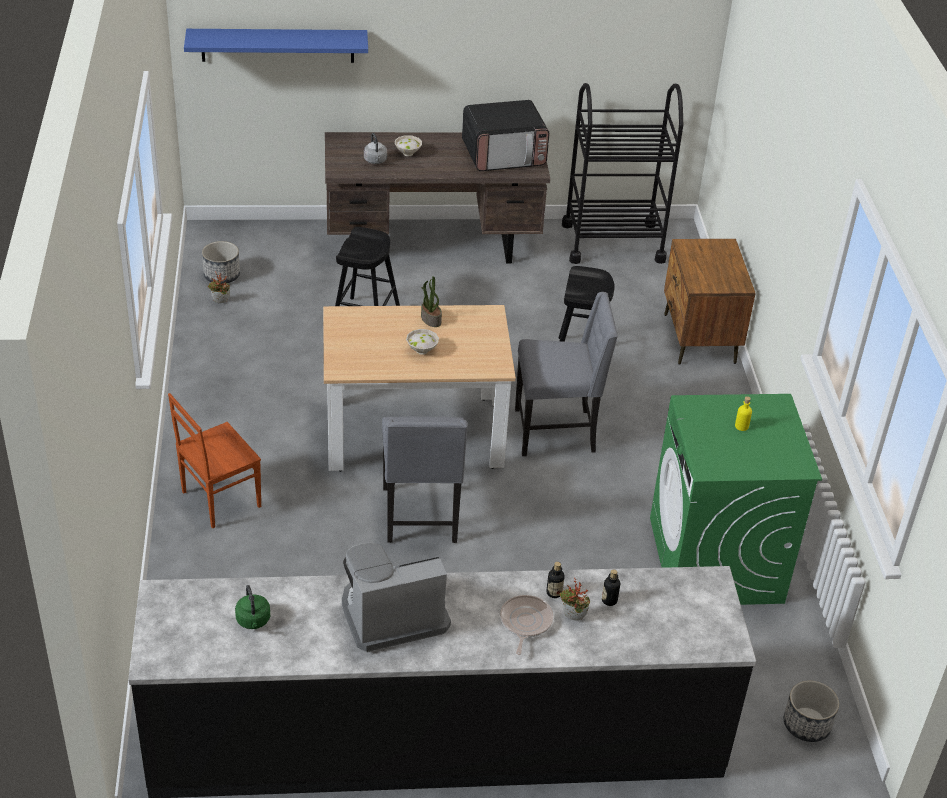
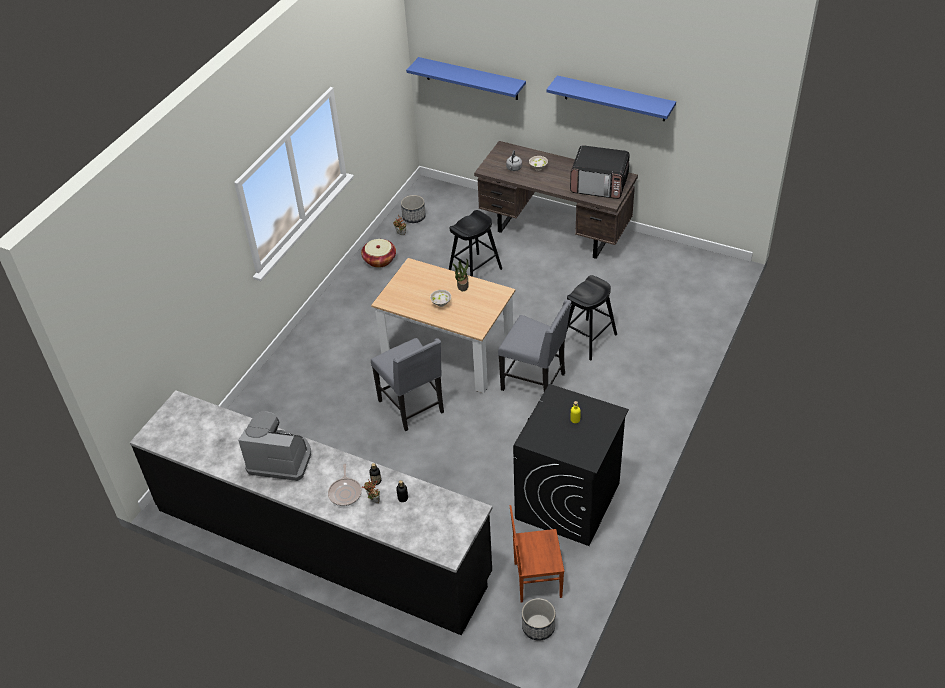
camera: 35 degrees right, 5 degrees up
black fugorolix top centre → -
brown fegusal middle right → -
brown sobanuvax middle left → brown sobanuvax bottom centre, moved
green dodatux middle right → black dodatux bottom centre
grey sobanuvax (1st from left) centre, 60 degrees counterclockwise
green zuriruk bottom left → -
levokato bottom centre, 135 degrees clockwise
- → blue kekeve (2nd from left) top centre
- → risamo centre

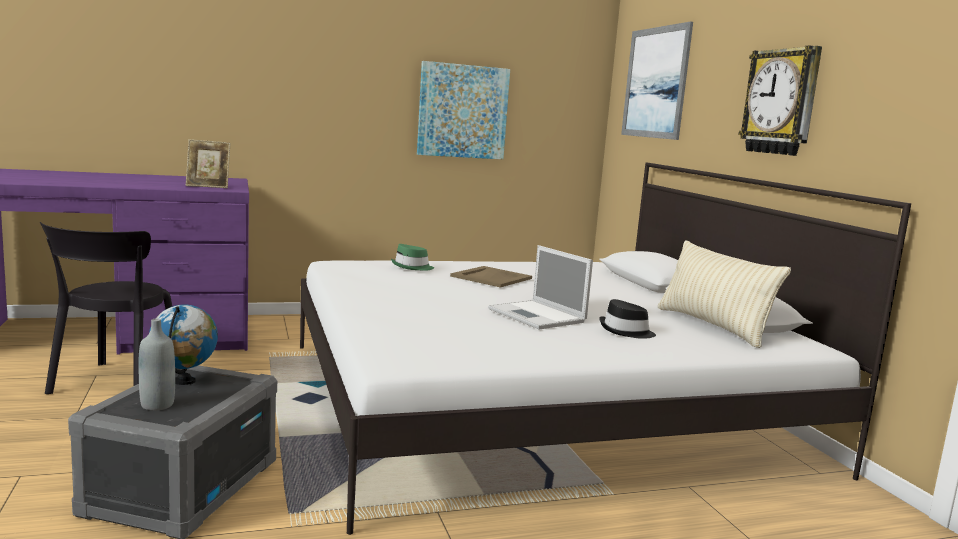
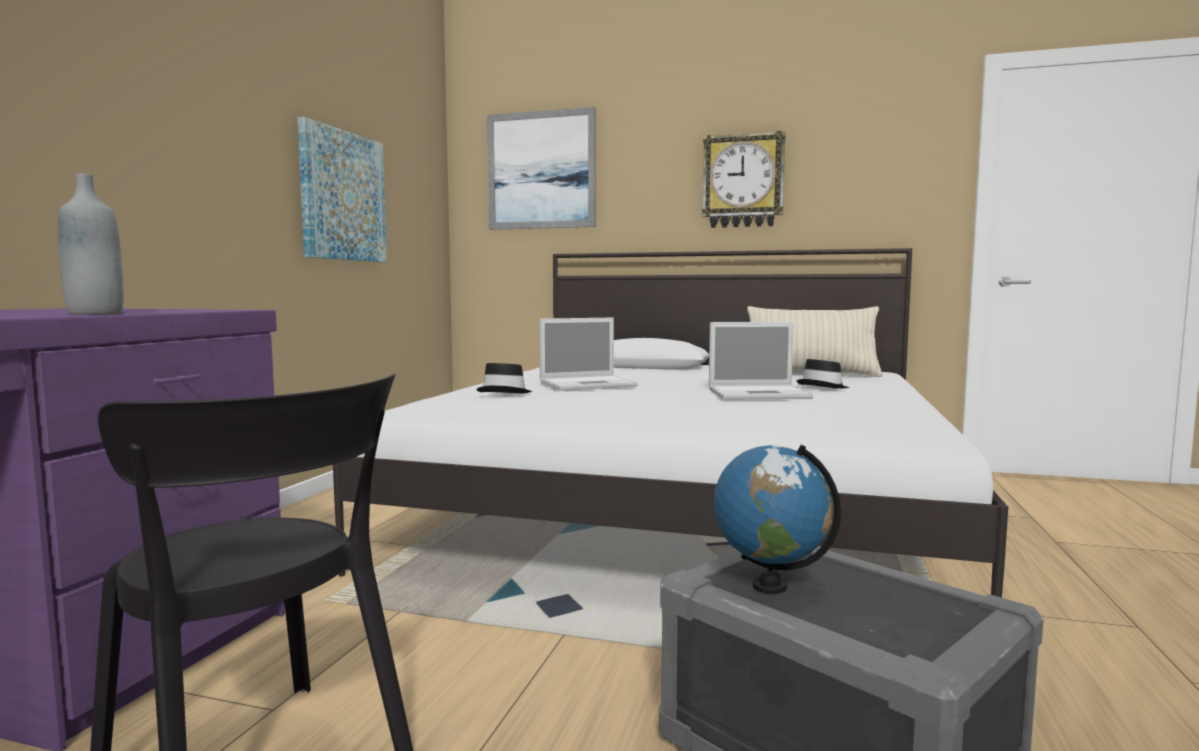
camera: 55 degrees left, 5 degrees down
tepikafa top left → -
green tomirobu centre → black tomirobu (1st from left) centre
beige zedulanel centre → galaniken (1st from left) centre
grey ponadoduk bottom left → grey ponadoduk top left, moved

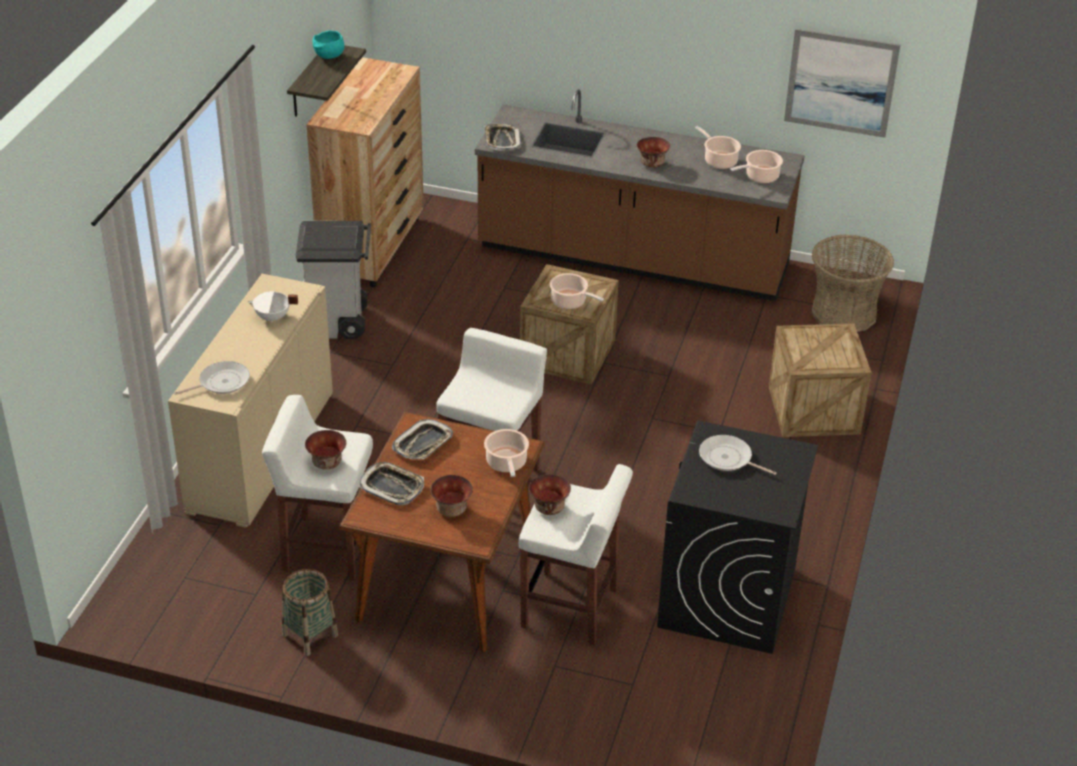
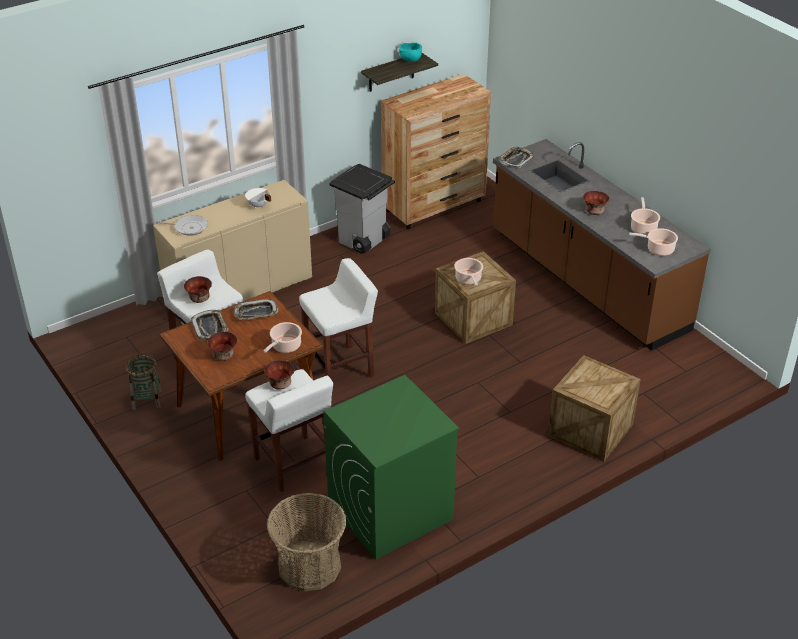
camera: 40 degrees right, 0 degrees up
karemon top right → -
risamo (2nd from left) middle right → risamo (2nd from left) bottom centre, moved
black dodatux bottom right → green dodatux bottom centre
levokato (2nd from left) middle right → -

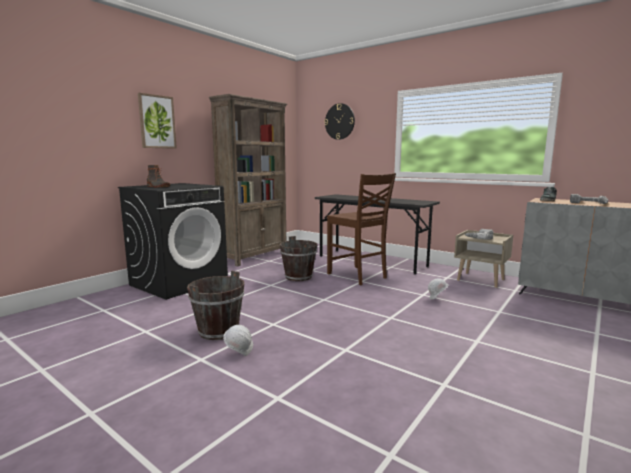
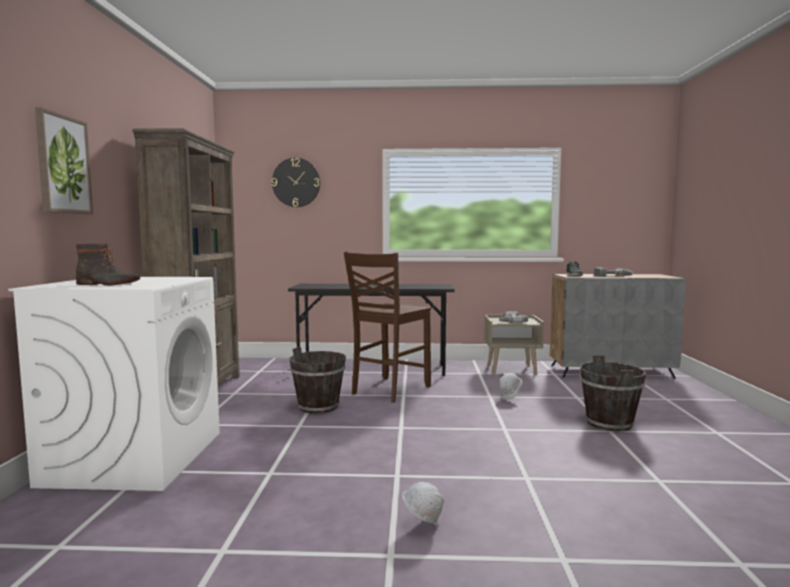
camera: 35 degrees left, 5 degrees down
brown sobanuvax centre, 105 degrees clockwise
black dodatux middle left → white dodatux middle left
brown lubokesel (1st from left in the first image) centre → brown lubokesel (2nd from left) bottom right, moved

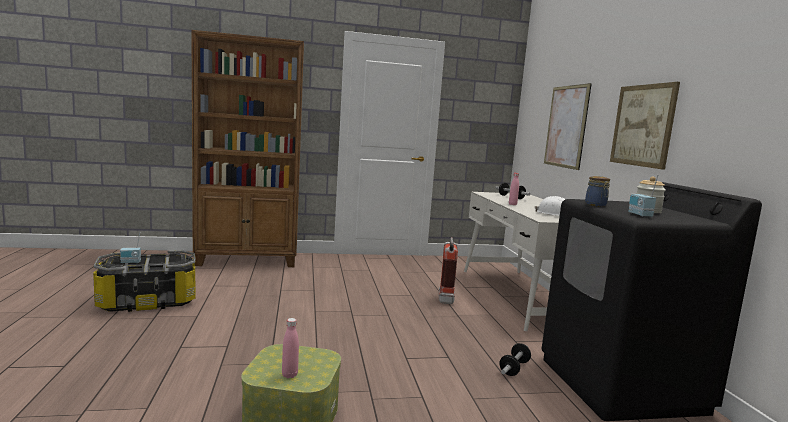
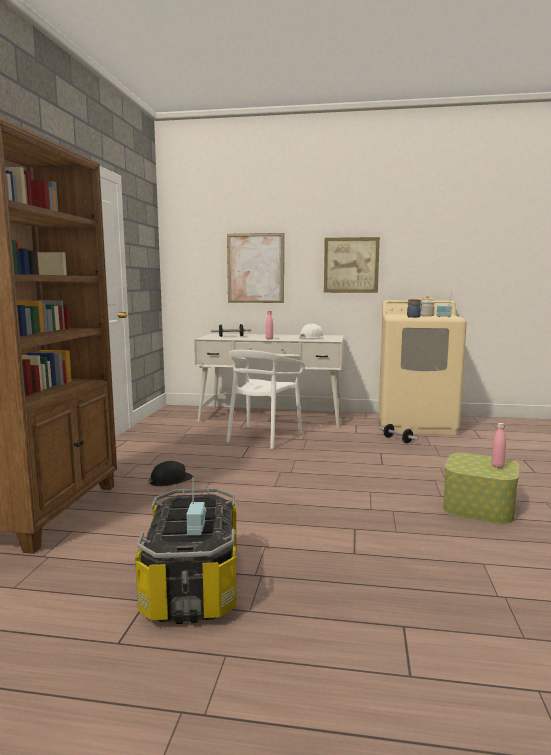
camera: 70 degrees left, 0 degrees up
black dodatux bottom right → beige dodatux middle right
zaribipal centre → white sobanuvax centre
- → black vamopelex middle left

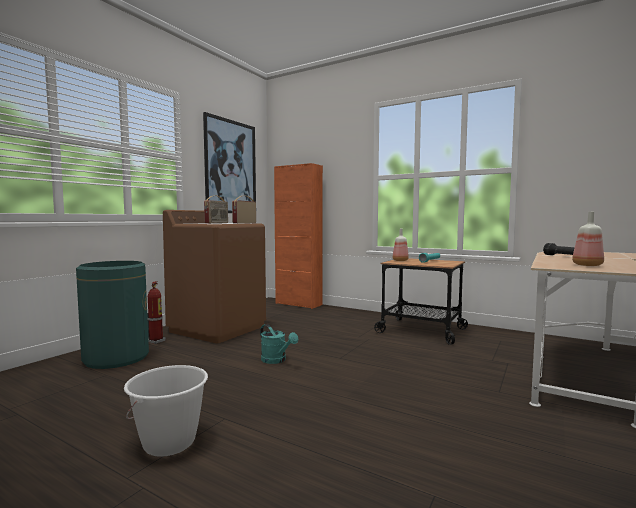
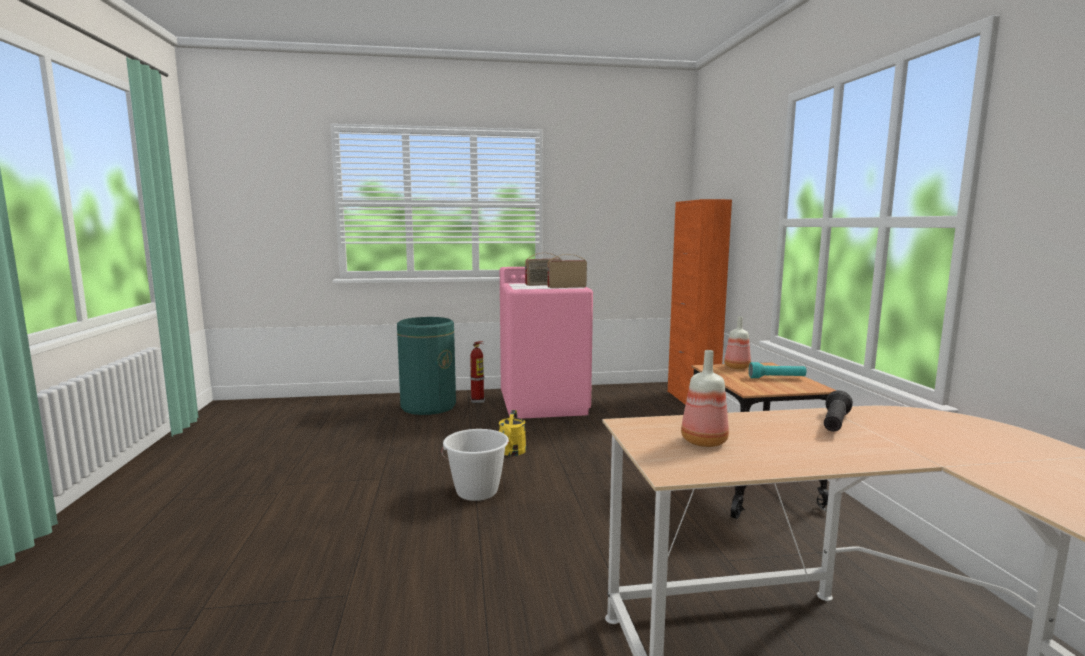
camera: 50 degrees right, 5 degrees up
karemon top centre → -
brown dodatux centre → pink dodatux centre
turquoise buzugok bottom centre → yellow buzugok centre
white lubokesel bottom left → white lubokesel bottom centre, moved

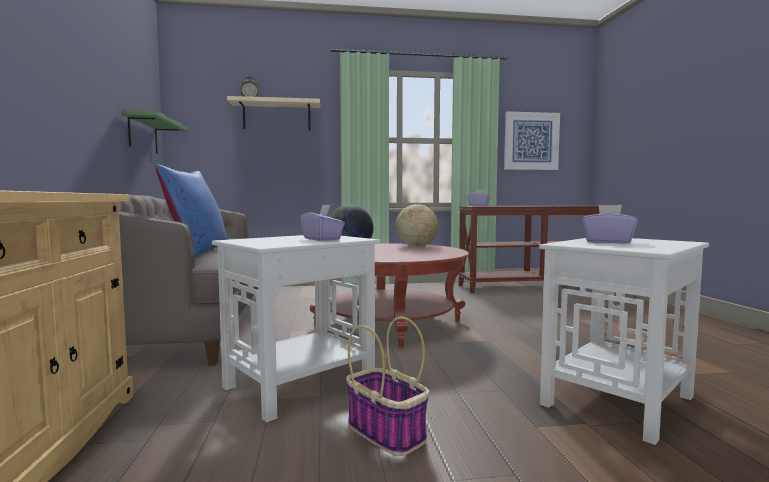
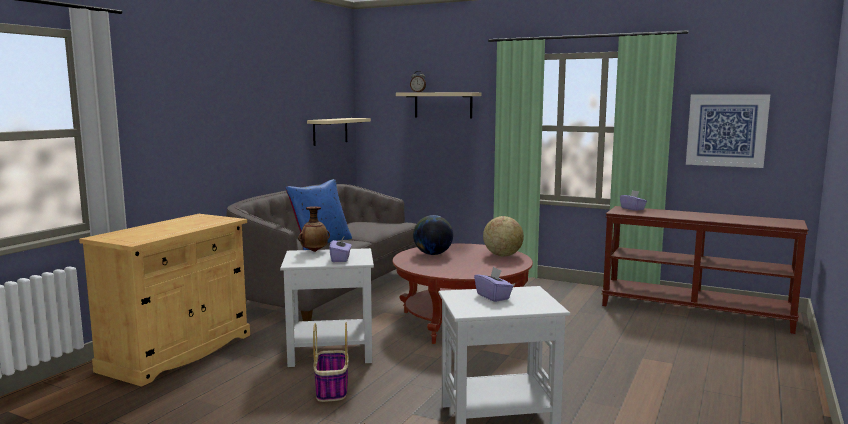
camera: 35 degrees right, 5 degrees up
green kekeve top left → beige kekeve (1st from left) top centre
- → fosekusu centre

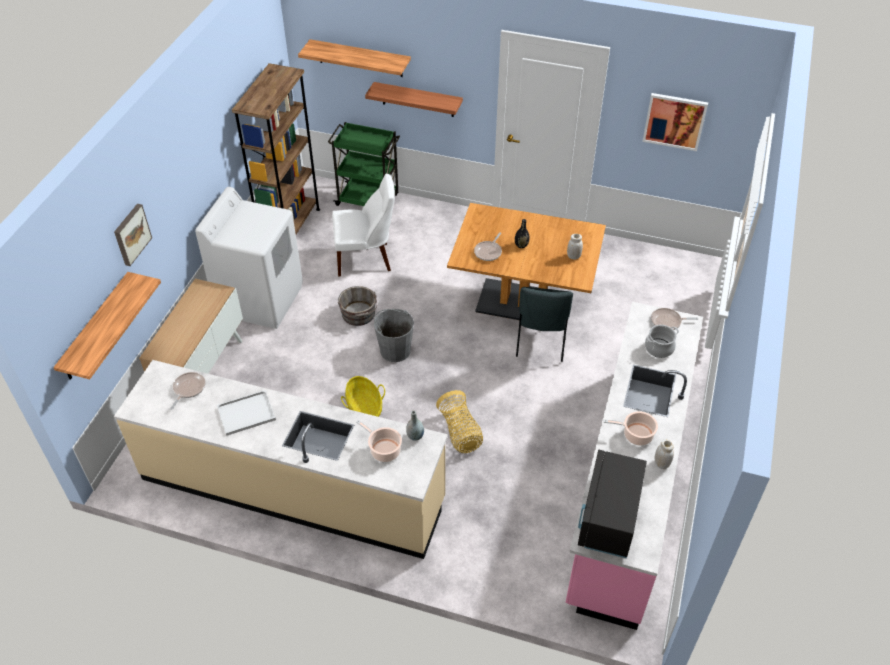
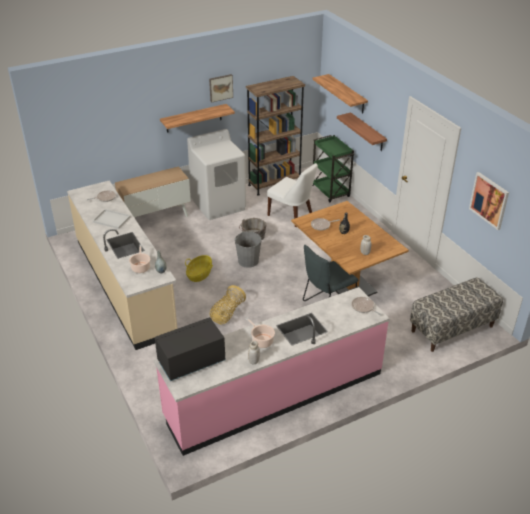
camera: 45 degrees right, 10 degrees down
karemon (1st from left) middle left → karemon (1st from left) top centre, moved
kekeve (1st from left) middle left → kekeve (1st from left) top centre, moved
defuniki (3rd from left) middle right → -
- → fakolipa middle right

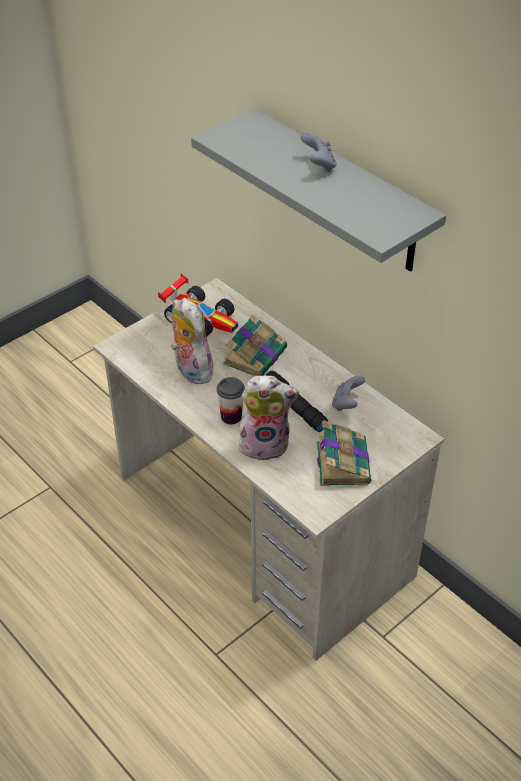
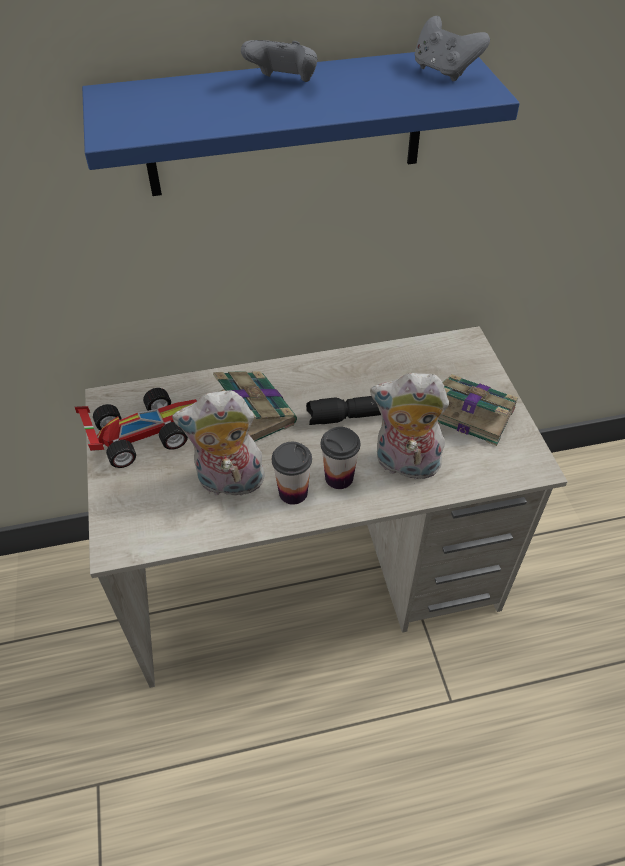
camera: 60 degrees left, 5 degrees up
grey kekeve top centre → blue kekeve top centre
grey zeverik (2nd from left) middle right → grey zeverik (2nd from left) top right, moved
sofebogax (2nd from left) centre, 105 degrees counterclockwise
- → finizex (1st from left) centre

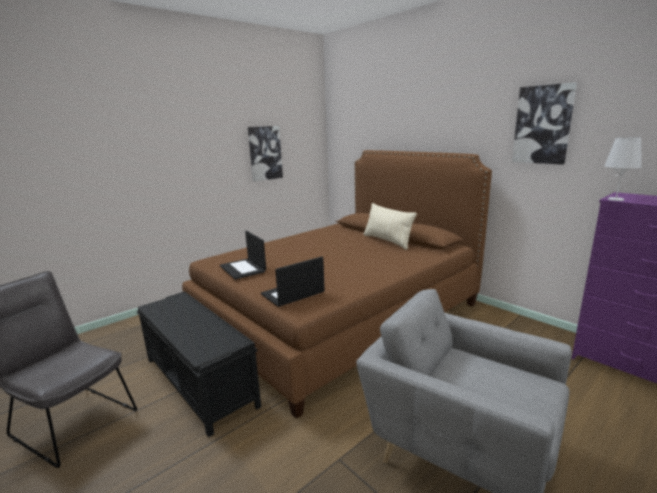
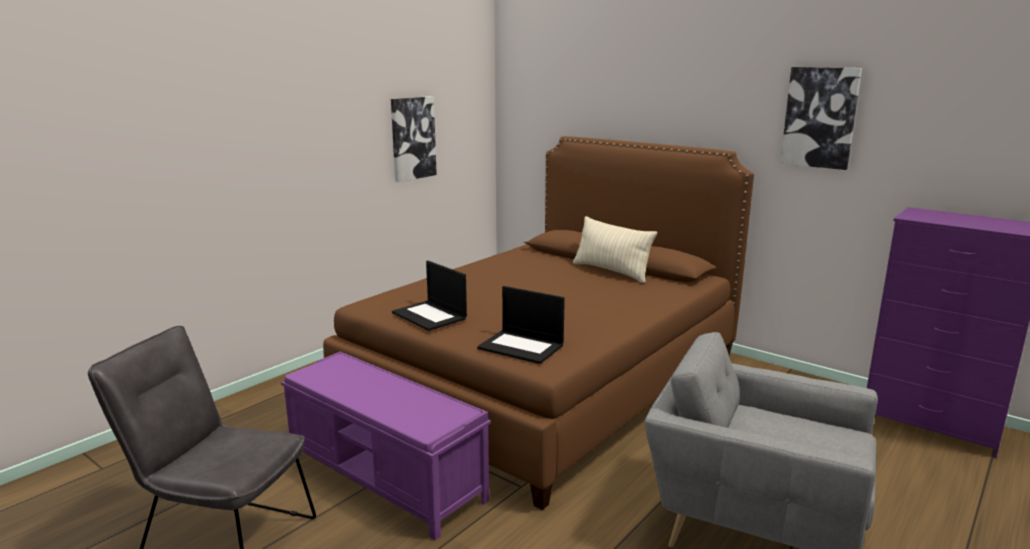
camera: 10 degrees left, 0 degrees up
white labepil middle right → -
galaniken (2nd from left) centre, 105 degrees counterclockwise
black fakolipa bottom left → purple fakolipa bottom centre

